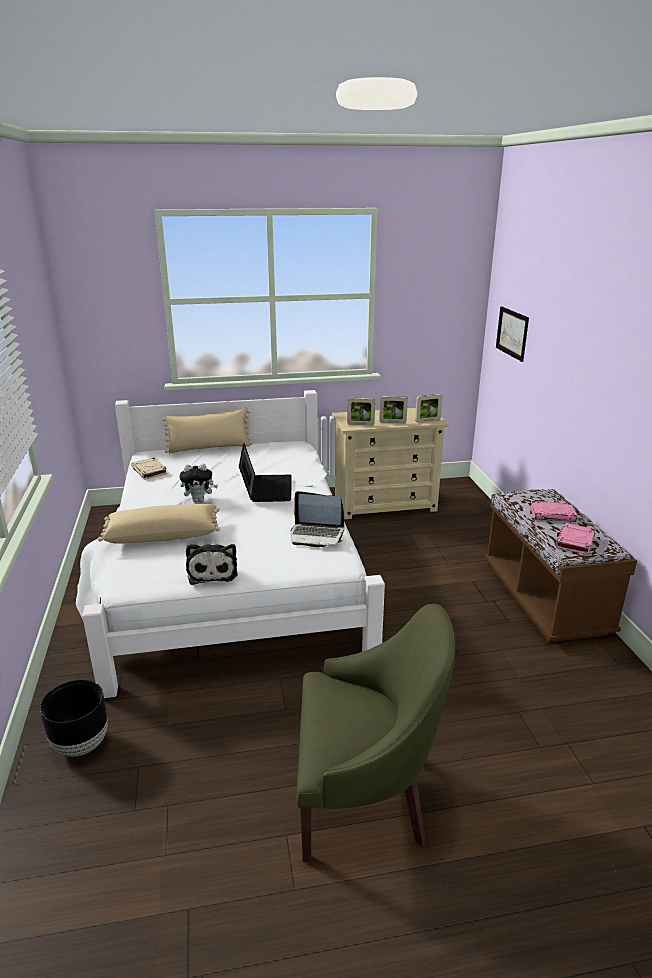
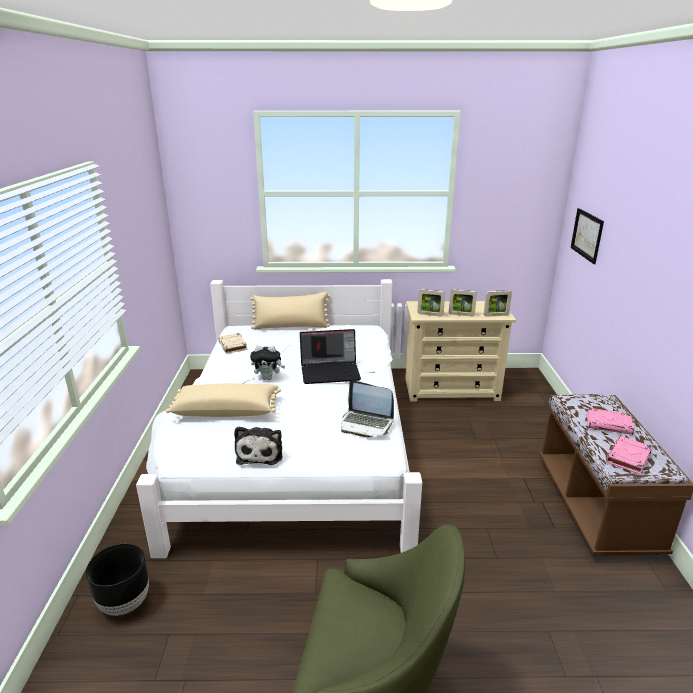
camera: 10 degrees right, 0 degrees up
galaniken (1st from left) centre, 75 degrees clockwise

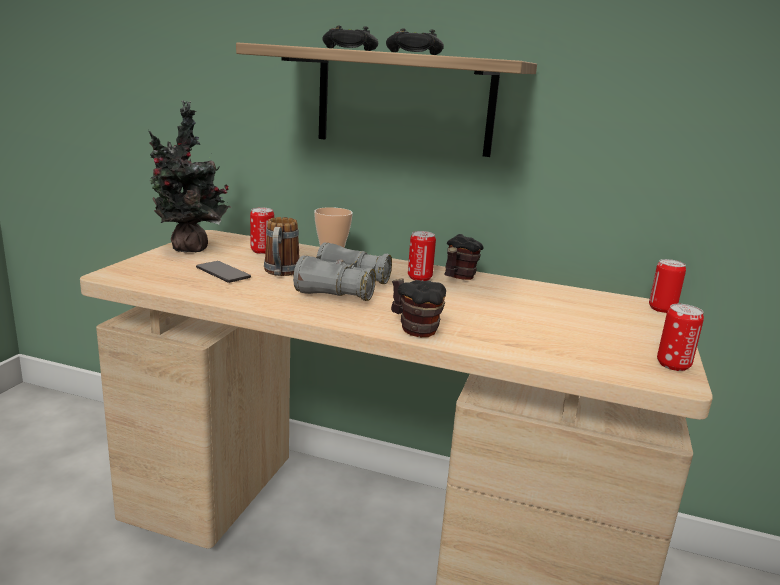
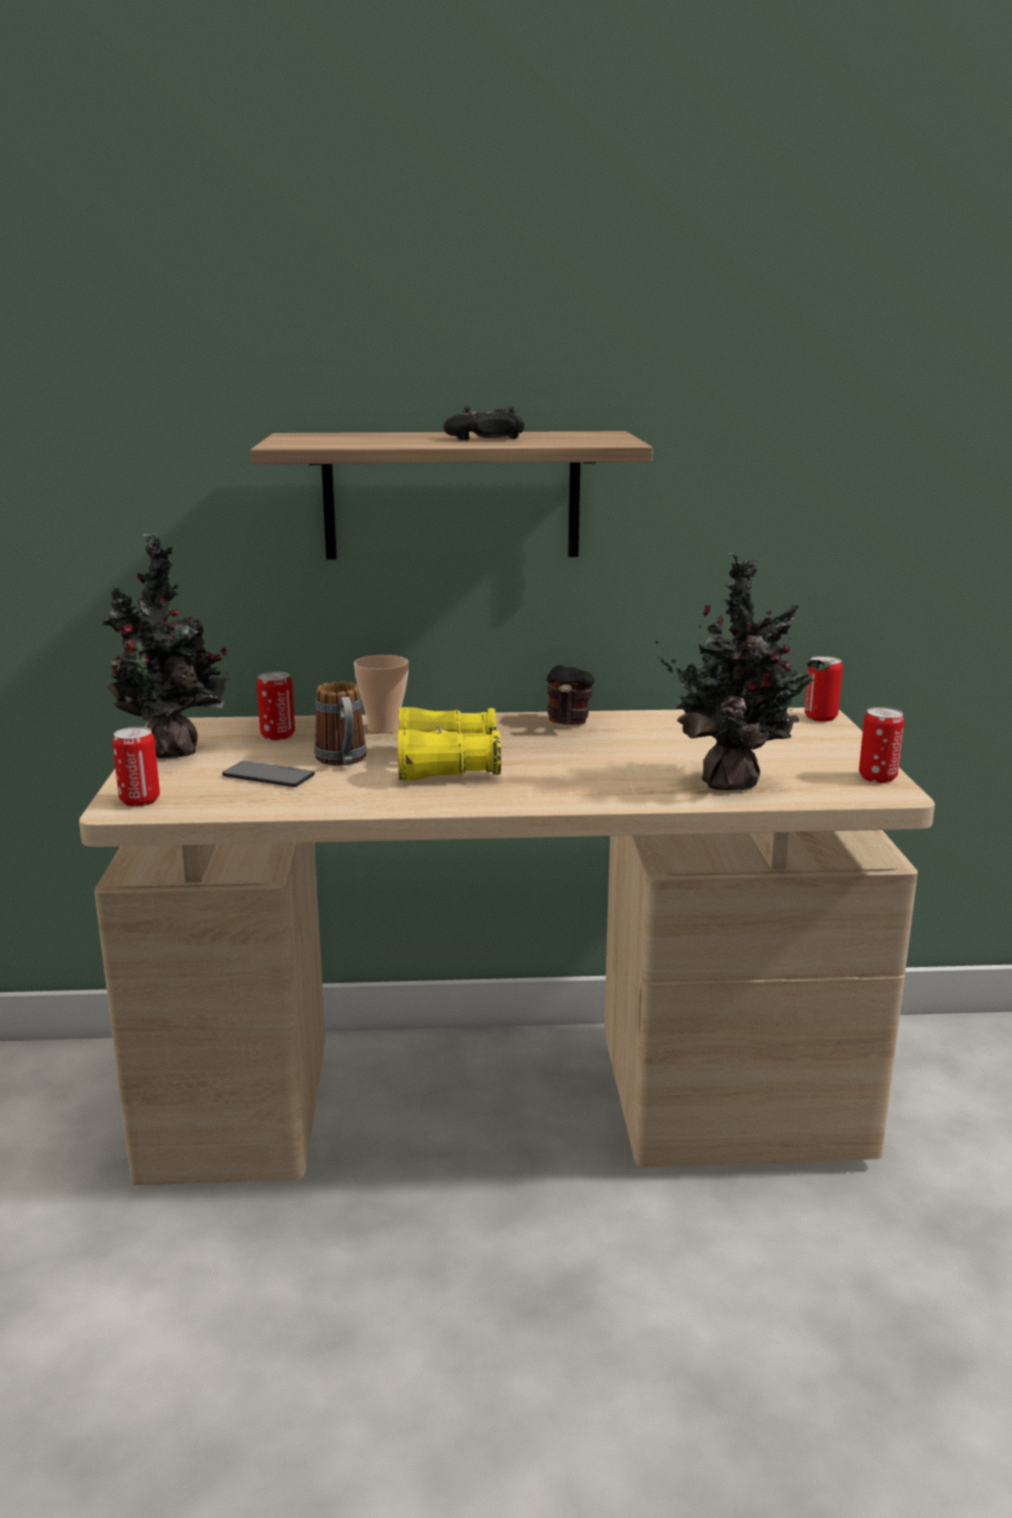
camera: 20 degrees left, 0 degrees up
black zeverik (1st from left) top centre → -
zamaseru (2nd from left in the first image) centre → zamaseru (1st from left) middle left, moved
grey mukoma centre → yellow mukoma centre
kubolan (2nd from left) centre → -
- → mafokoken (2nd from left) middle right

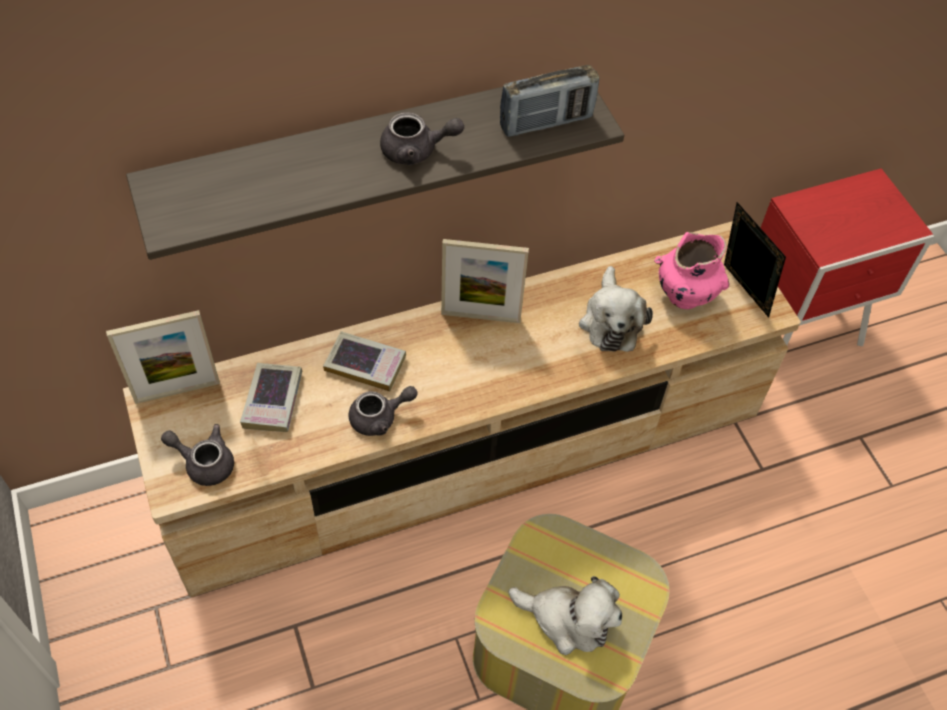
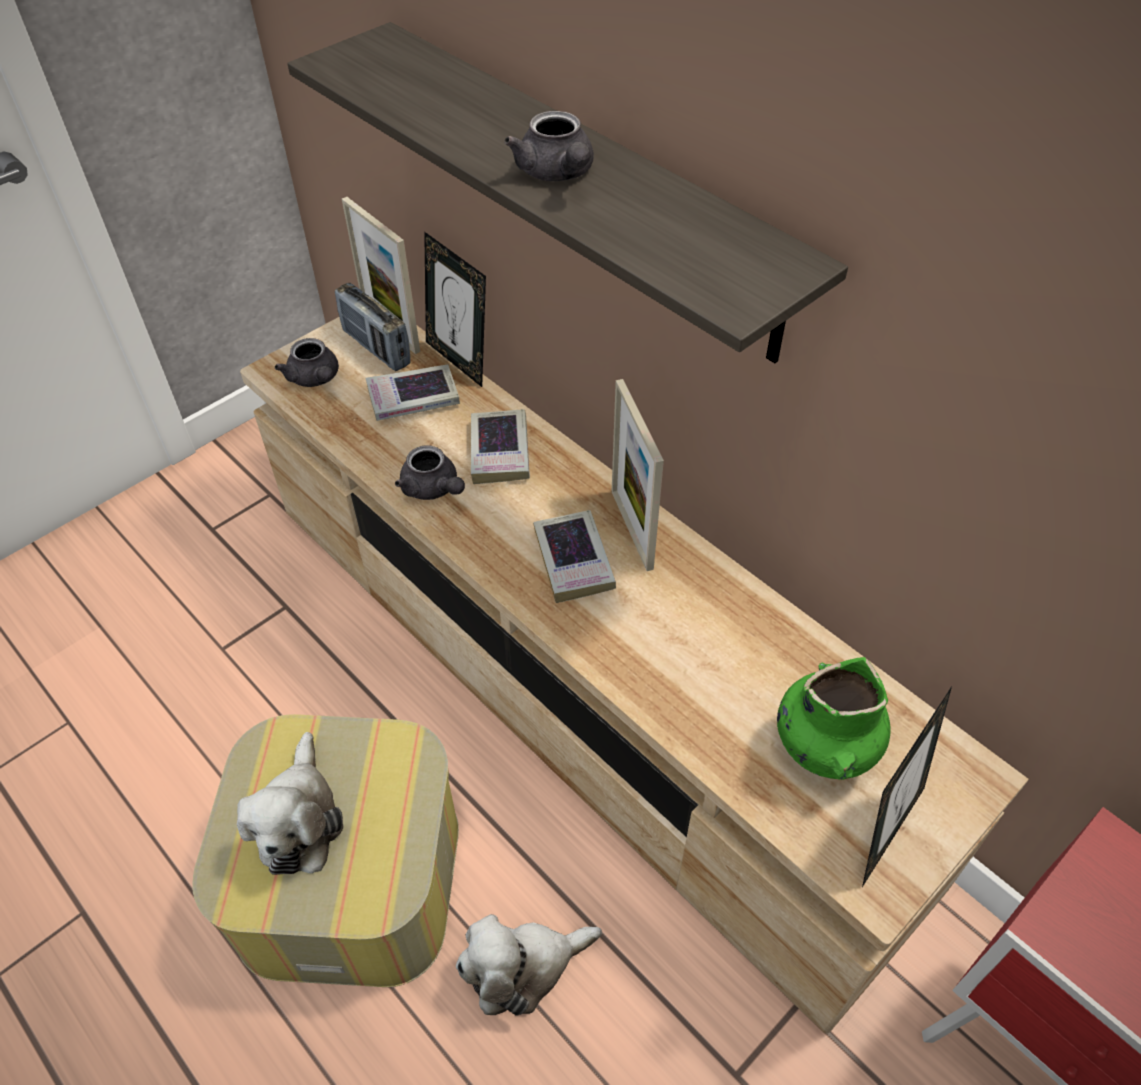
camera: 70 degrees right, 5 degrees down
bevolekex top centre → bevolekex top left, moved
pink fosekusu middle right → green fosekusu middle right
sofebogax (2nd from left) centre → sofebogax (2nd from left) bottom centre, moved
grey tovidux (1st from left) middle left, 150 degrees clockwise
- → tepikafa (2nd from left) top centre
- → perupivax (3rd from left) centre

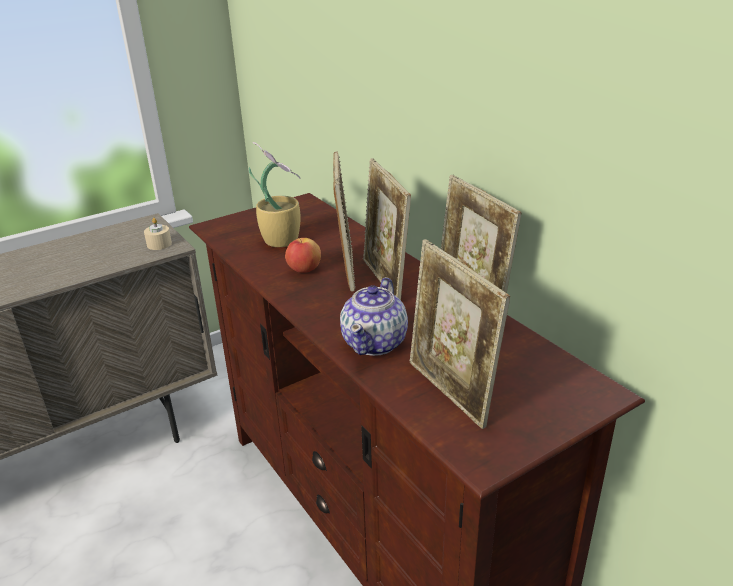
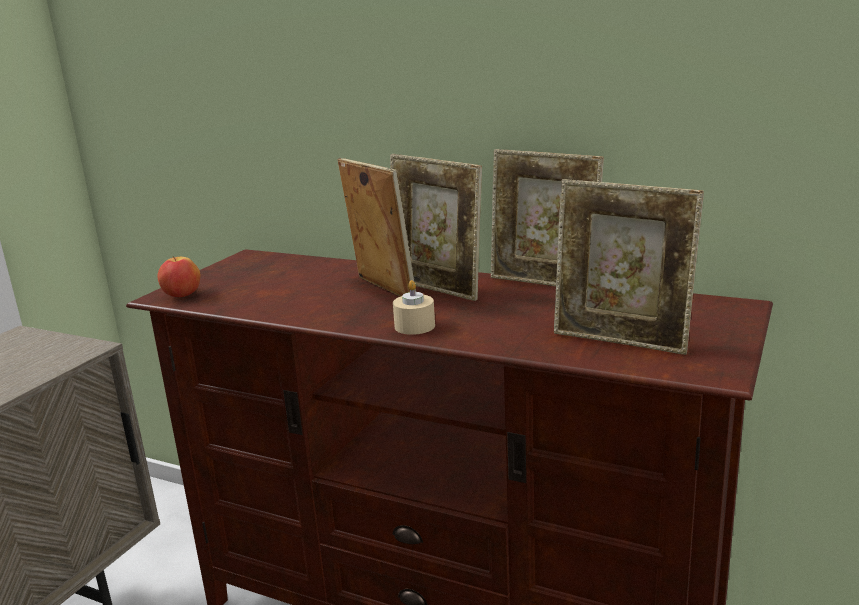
camera: 30 degrees left, 10 degrees down
mafokoken top centre → -
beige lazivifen middle left → beige lazivifen centre, moved
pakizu centre → pakizu middle left, moved
tovidux centre → -

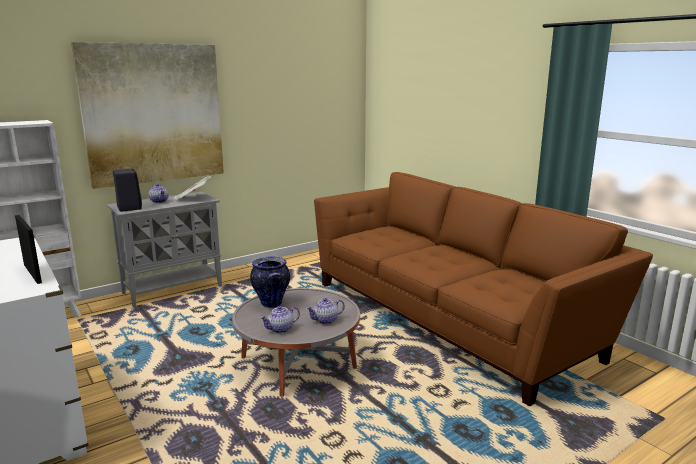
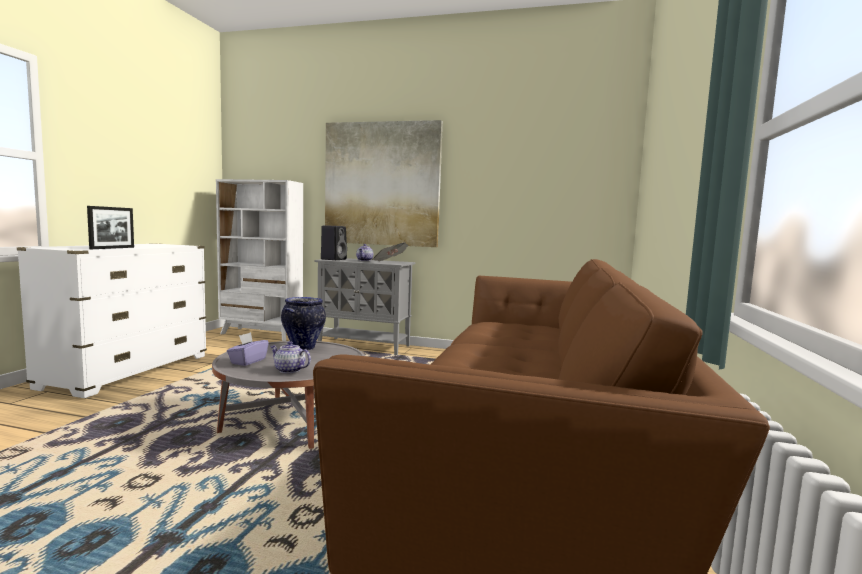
camera: 50 degrees right, 10 degrees down
tovidux (2nd from left) bottom centre → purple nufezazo middle left

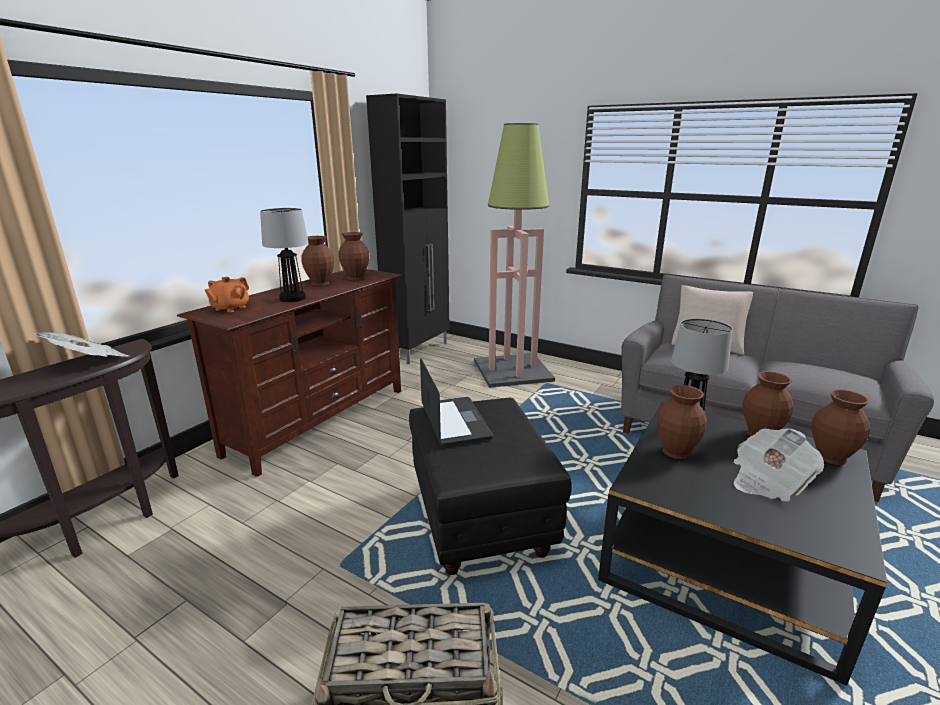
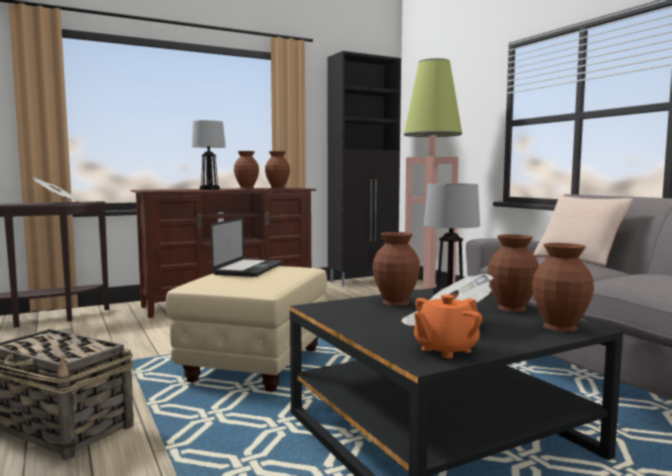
camera: 30 degrees right, 15 degrees down
orange tovidux middle left → orange tovidux bottom right, moved
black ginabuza bottom centre → beige ginabuza bottom centre

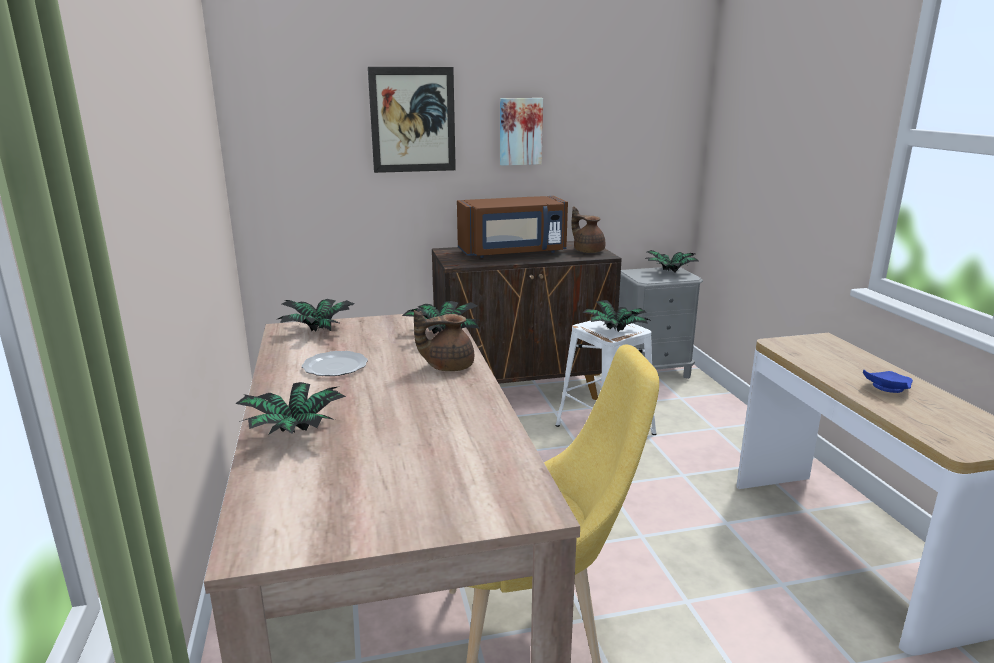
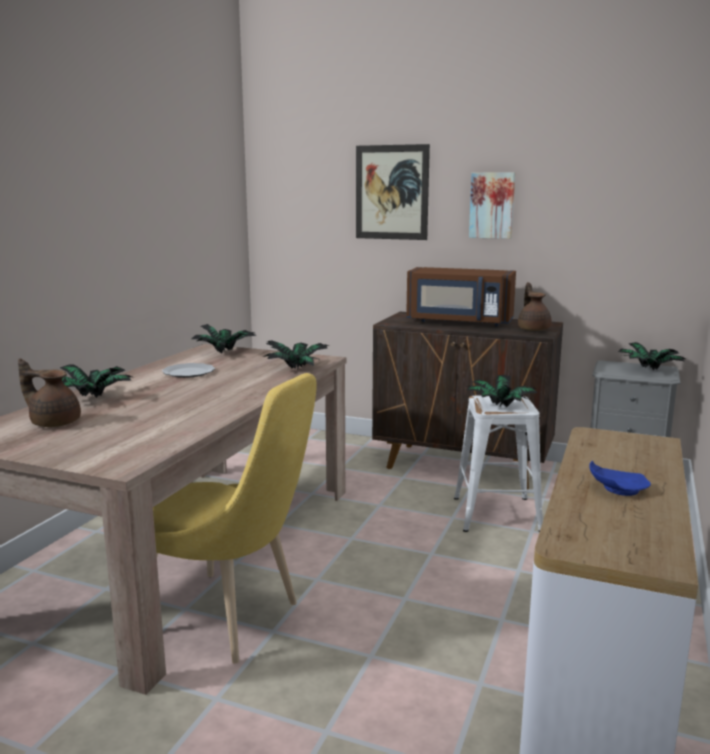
camera: 35 degrees right, 5 degrees down
brown tovidux (1st from left) centre → brown tovidux (1st from left) middle left, moved

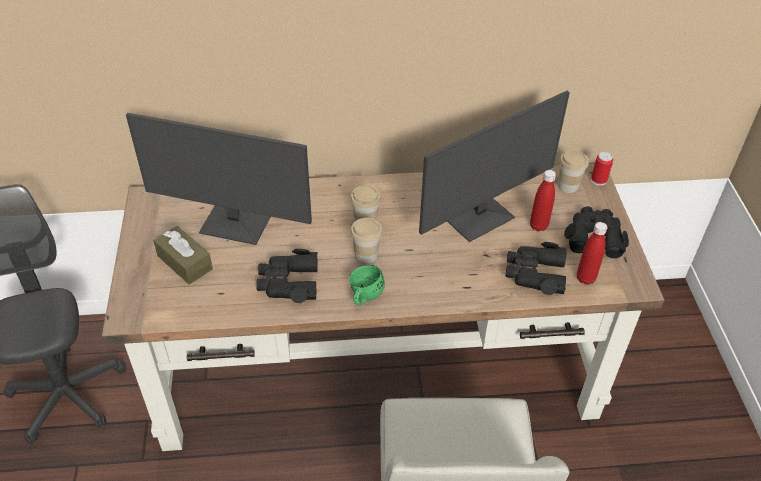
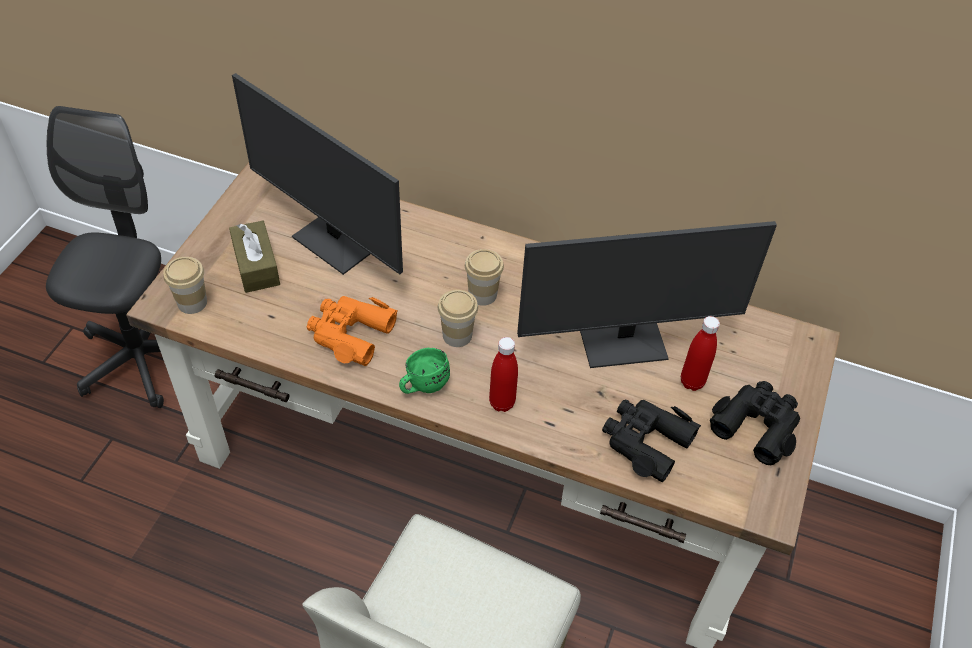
camera: 25 degrees right, 5 degrees up
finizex (3rd from left in the first image) middle right → finizex (1st from left) middle left, moved
zamaseru middle right → -
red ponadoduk (2nd from left in the first image) middle right → red ponadoduk (1st from left) centre, moved
black mukoma (1st from left) centre → orange mukoma centre

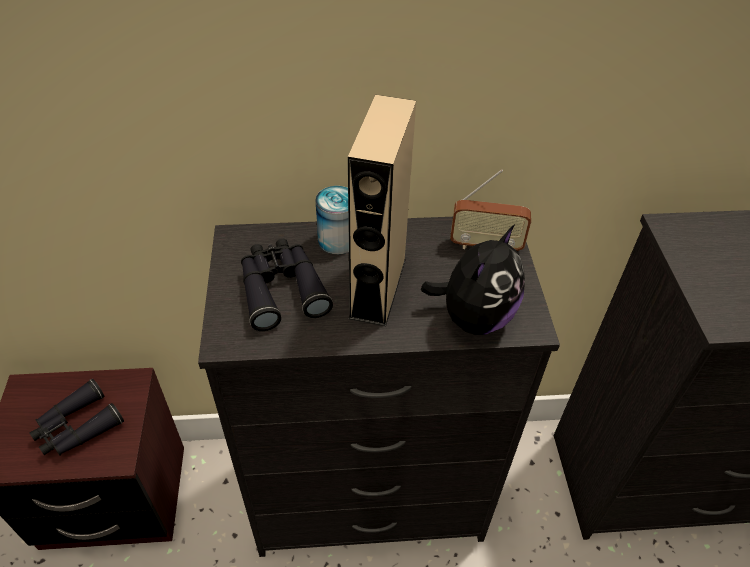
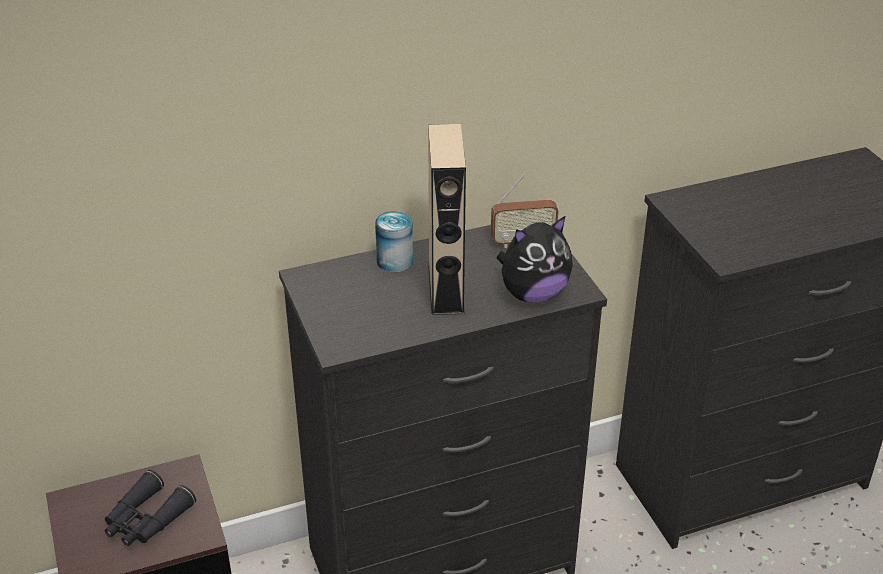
camera: 15 degrees left, 10 degrees down
sofebogax centre, 45 degrees clockwise
black mukoma (2nd from left) centre → -

